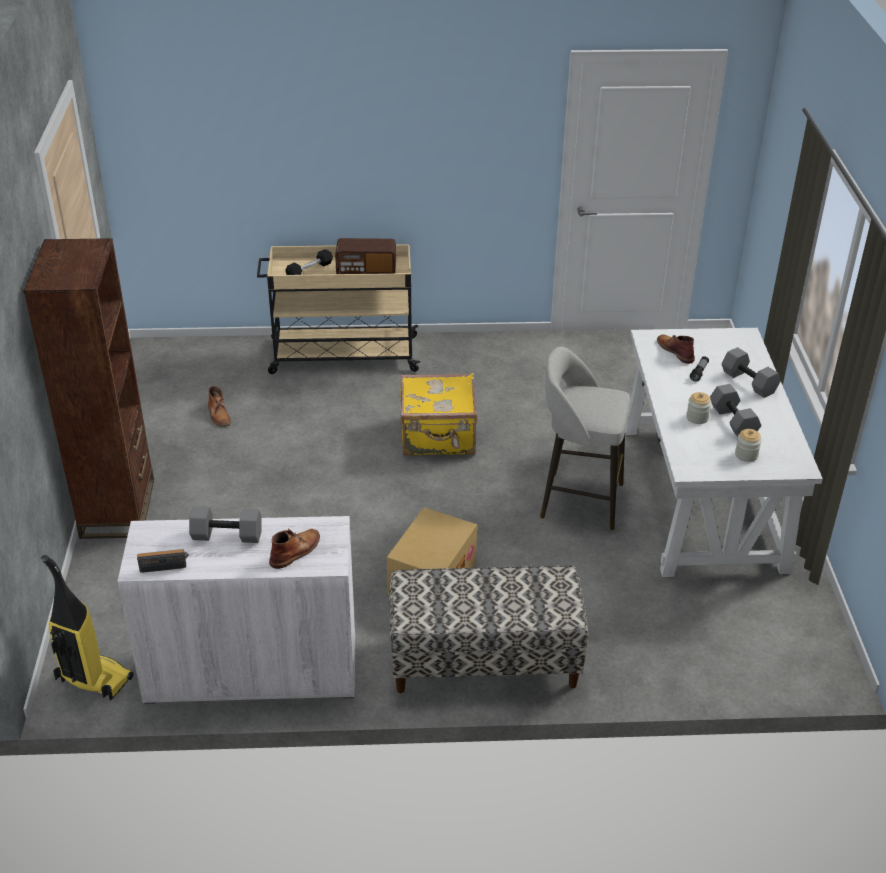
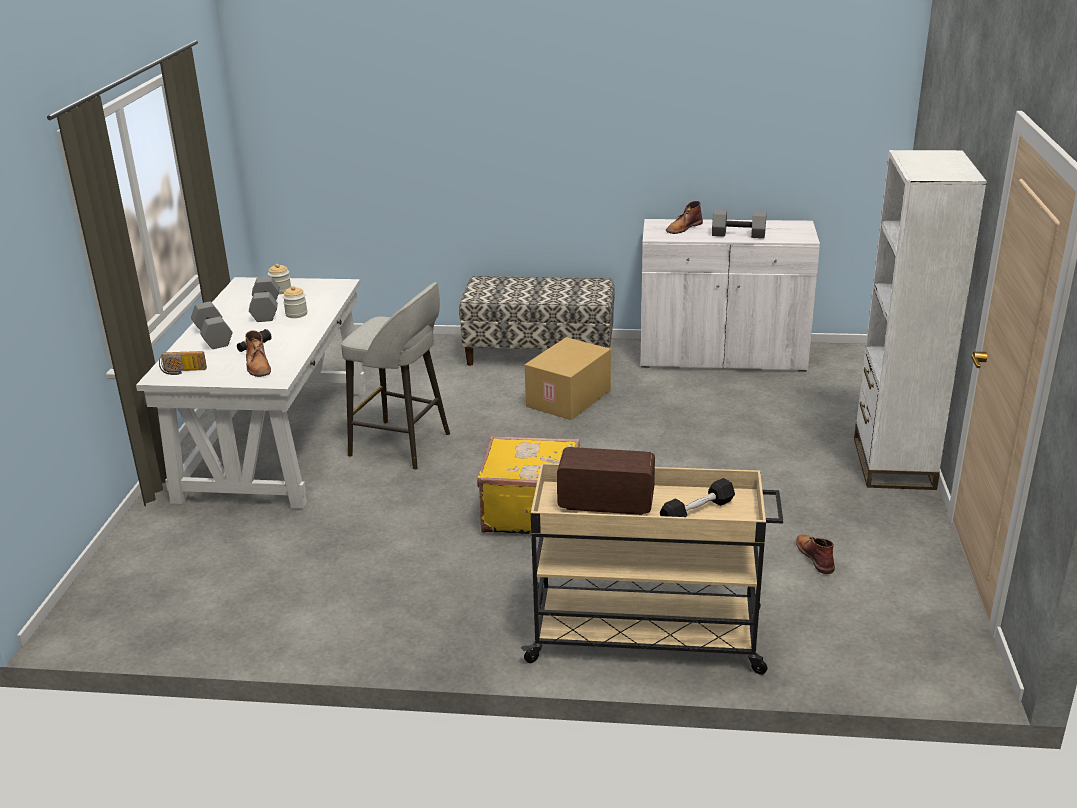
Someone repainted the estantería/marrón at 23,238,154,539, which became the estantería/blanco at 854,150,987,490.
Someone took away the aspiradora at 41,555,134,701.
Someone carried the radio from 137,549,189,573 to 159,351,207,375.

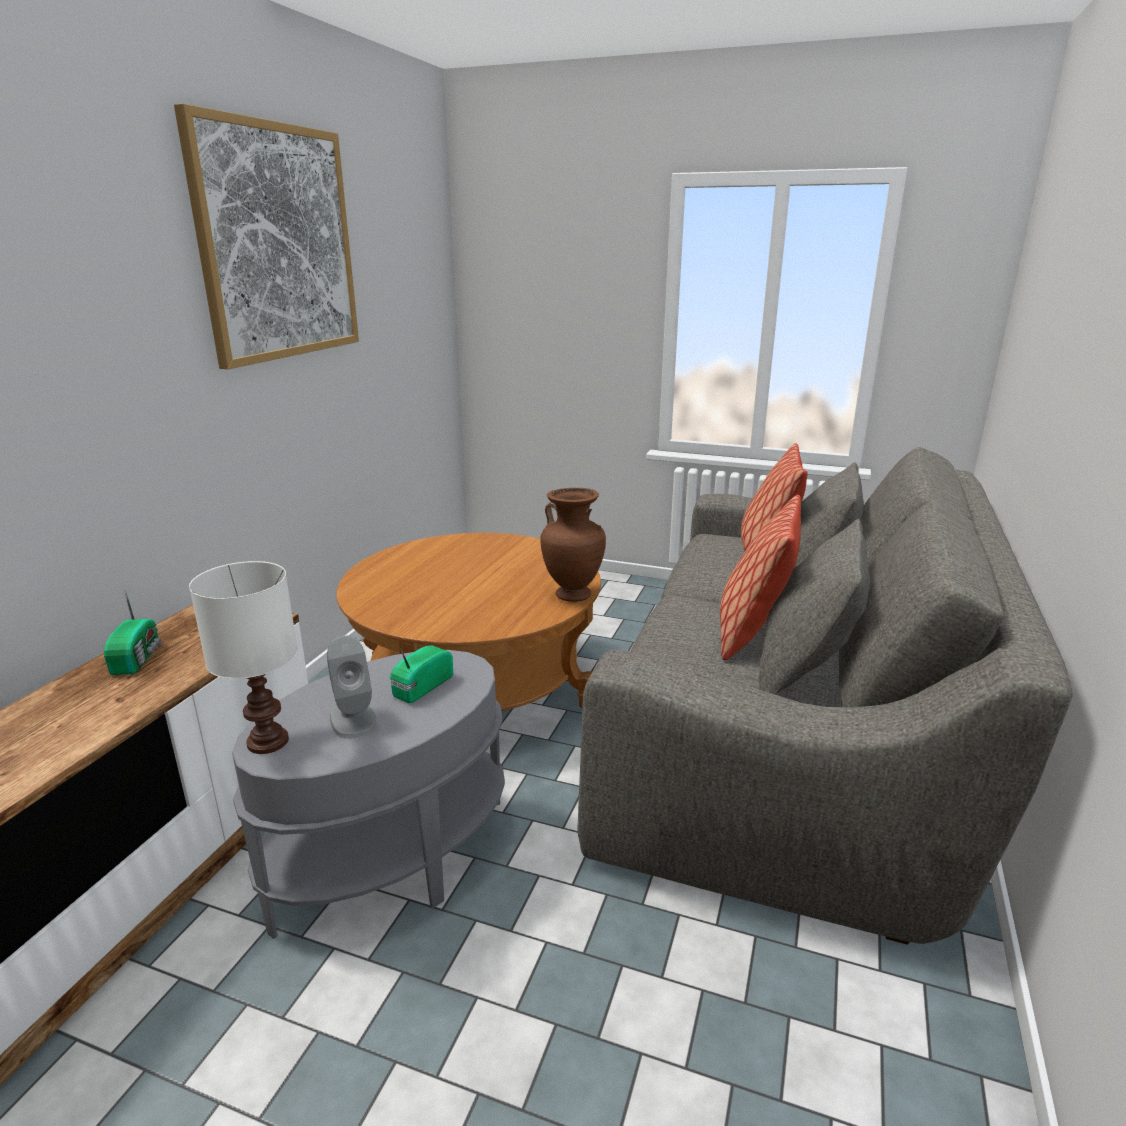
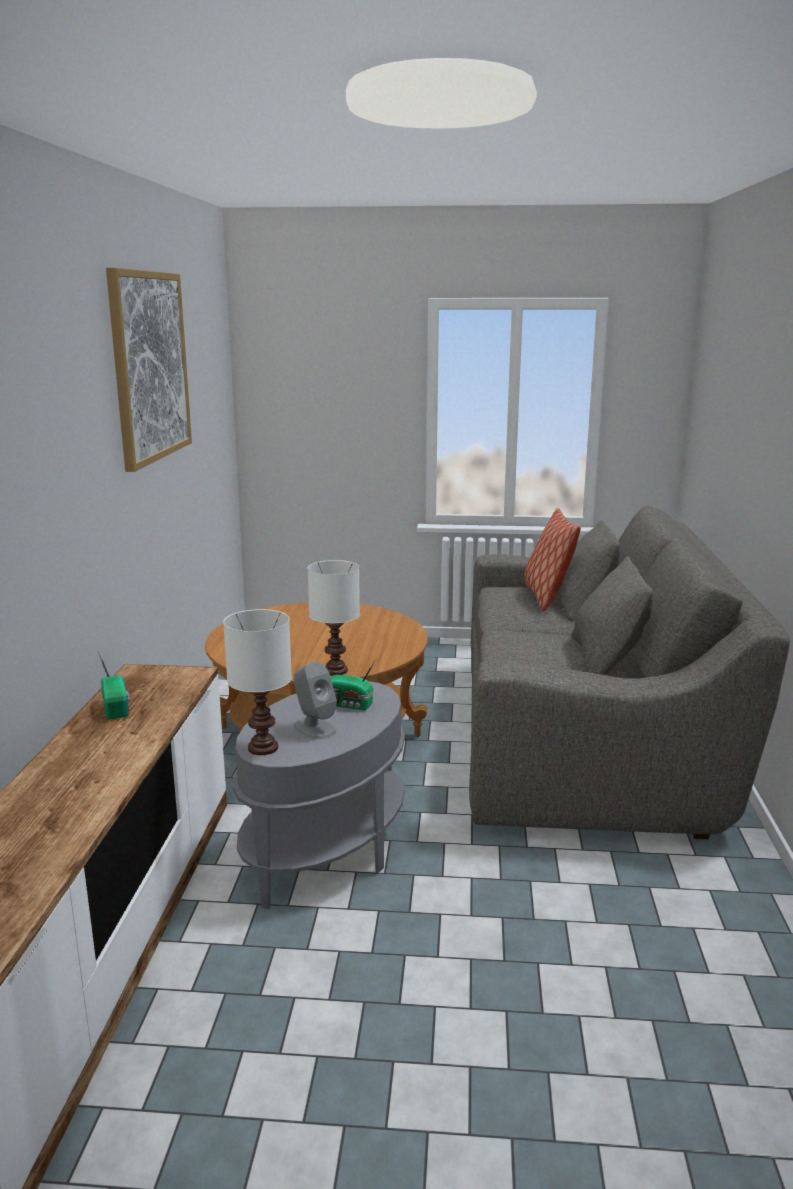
Someone rotated the radio at 389,645,453,703 by 90 degrees counterclockwise.
Someone took away the florero/marrón at 541,488,606,602.
Someone took away the cojín at 720,495,801,660.
Someone put down the lámpara de mesa/blanco at 308,560,360,676.

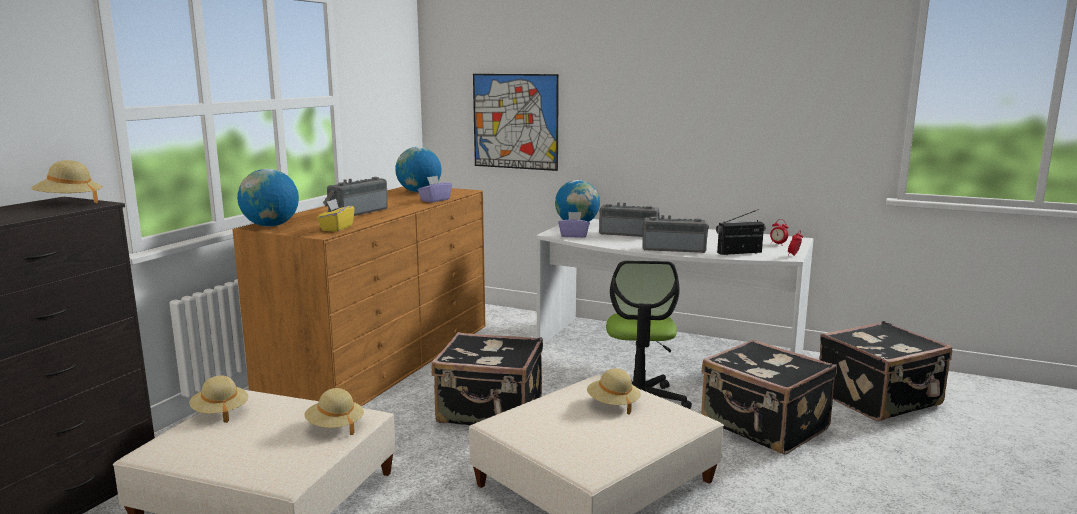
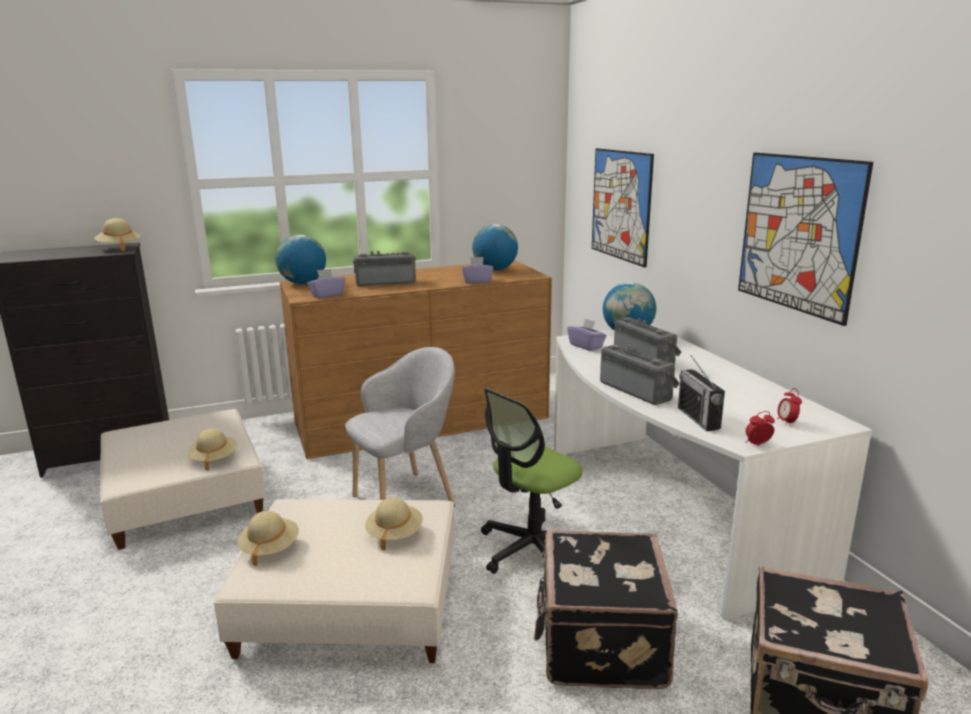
Someone carried the sombrero/beis from 189,375,248,423 to 237,511,299,567.
Someone repainted the caja de pañuelos/amarillo at 317,199,355,232, which became the caja de pañuelos/morado at 307,269,345,298.
Someone swapped the maleta/negro at 431,332,543,425 for the sillón/gris at 345,347,455,507.
Someone rotated the radio at 716,209,766,255 by 135 degrees counterclockwise.
Someone put up the cuadro at 738,152,873,326.

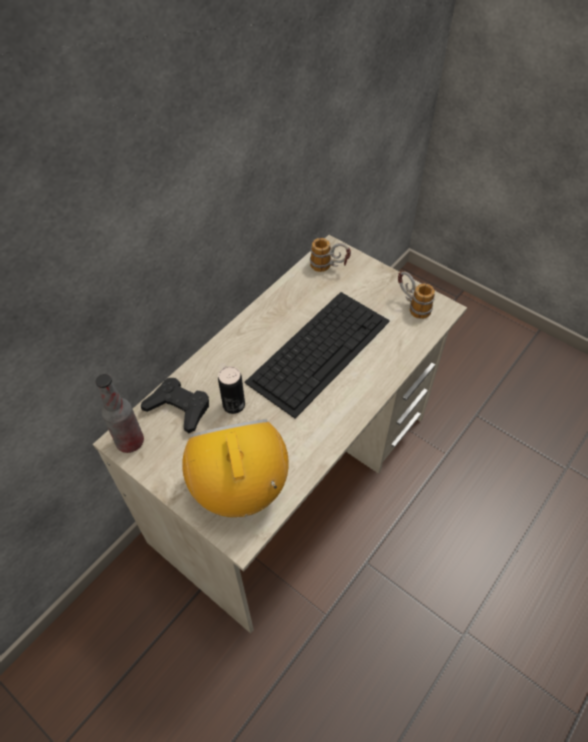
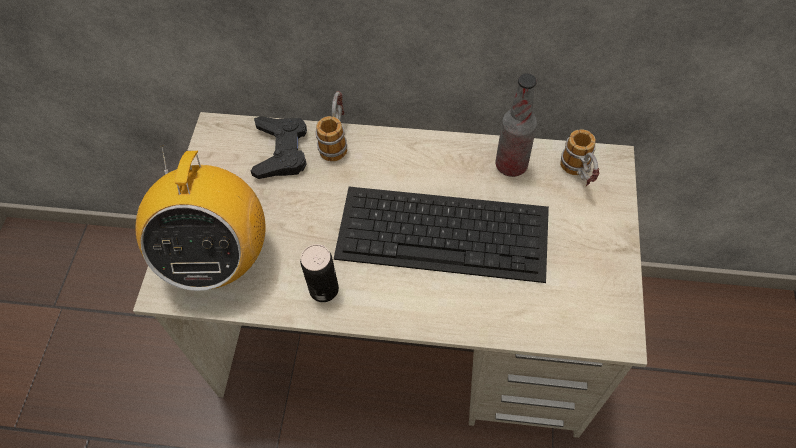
Someone carried the botella from 95,374,144,453 to 496,73,537,177.
Someone rotated the radio at 182,419,289,518 by 135 degrees clockwise.
Someone carried the lata from 218,366,245,414 to 300,244,339,302.
Someone carried the taza grande from 398,272,435,319 to 316,91,347,161.

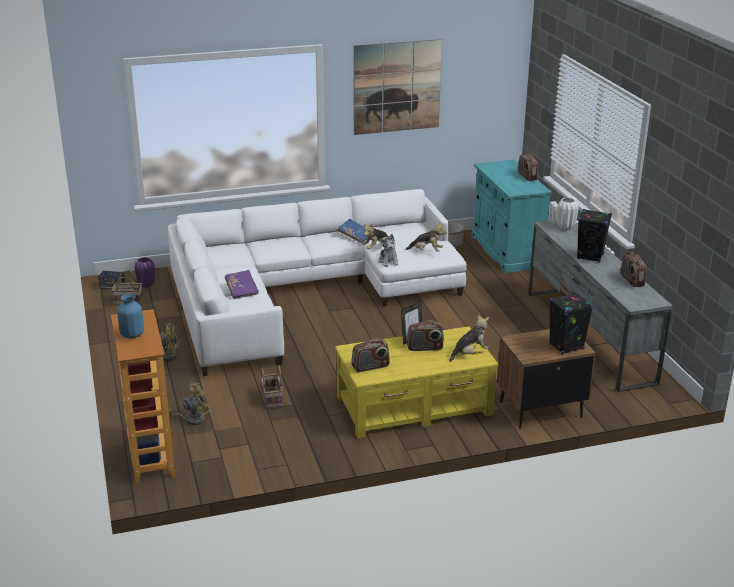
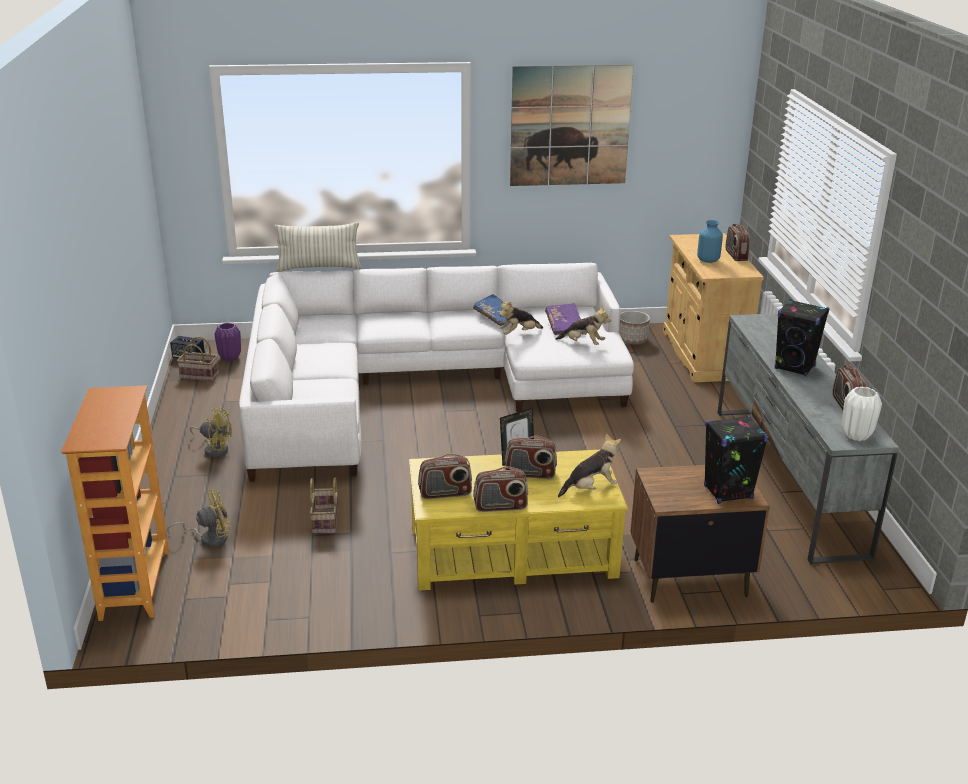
Someone carried the florero/azul from 117,294,144,338 to 697,220,723,263.
Someone carried the libro/morado from 225,270,259,299 to 545,303,581,335.
Someone took away the peluche at 379,234,398,267.
Someone repainted the armario/turquesa at 472,160,552,273, which became the armario/beis at 663,233,764,382.
Someone carried the florero/blanco from 557,198,579,230 to 842,387,882,441.
Someone put down the cojín at 274,222,362,272.
Someone put down the radio at 473,466,528,512.

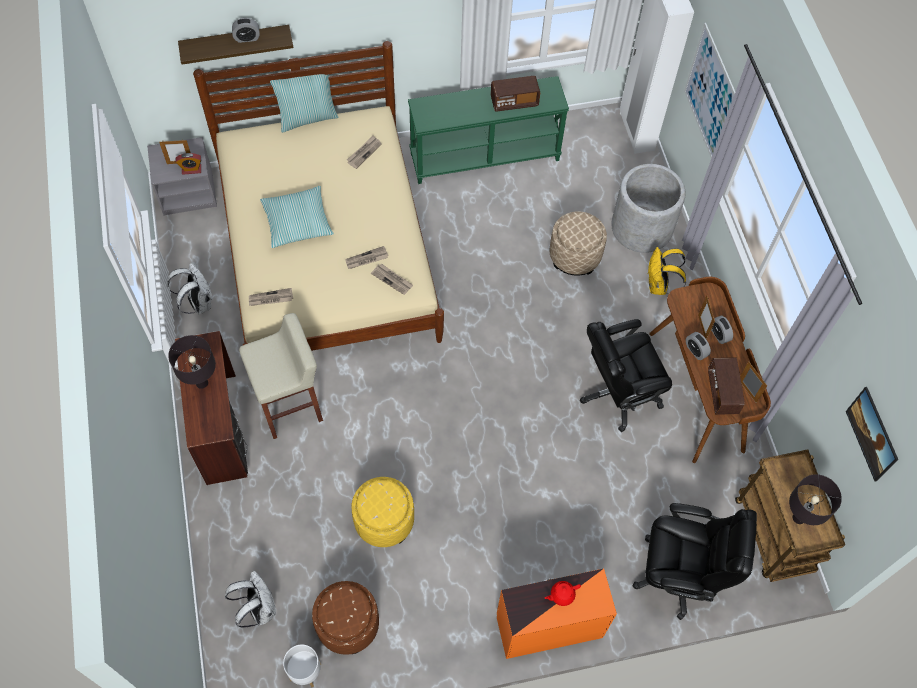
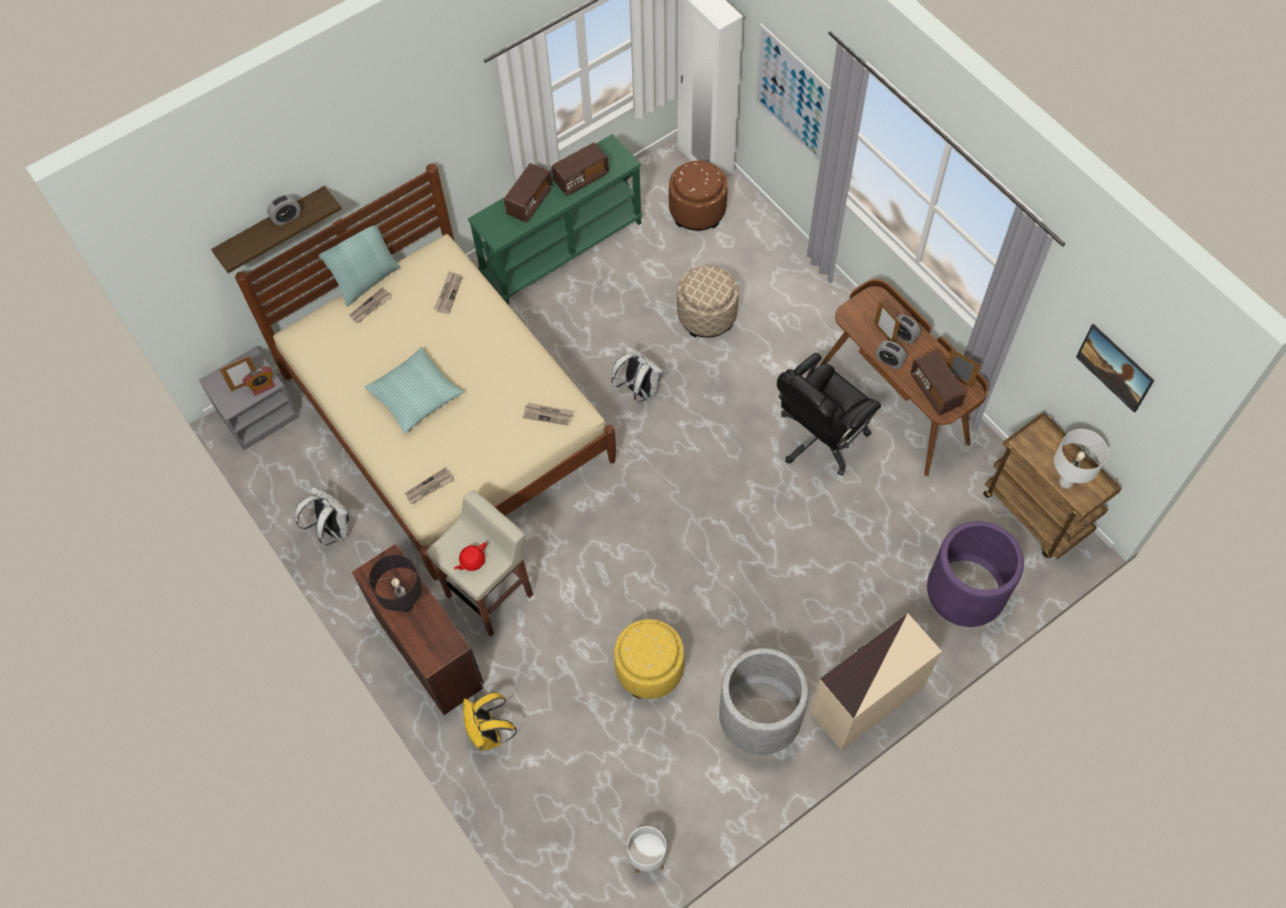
Someone carried the mochila/blanco from 225,570,276,628 to 611,346,664,402.
Someone carried the puf/marrón from 312,581,379,655 to 669,161,727,231.
Someone carried the periódico from 345,246,389,269 to 349,287,392,323.
Someone repainted the cómoda/naranja at 497,568,617,659, which became the cómoda/beis at 811,613,942,751.
Someone carried the tetera/rojo from 544,581,581,606 to 454,542,487,571.
Someone carried the maceta/gris from 611,164,686,253 to 719,648,809,755.
Someone swapped the silla de oficina/negro at 632,503,757,620 for the maceta/morado at 927,521,1024,627.
Someone carried the mochila/amarillo from 647,247,686,295 to 463,692,517,750.
Someone repainted the lámpara de mesa/negro at 789,474,842,525, which became the lámpara de mesa/blanco at 1054,429,1108,488.
Someone put down the radio at 504,163,552,223.

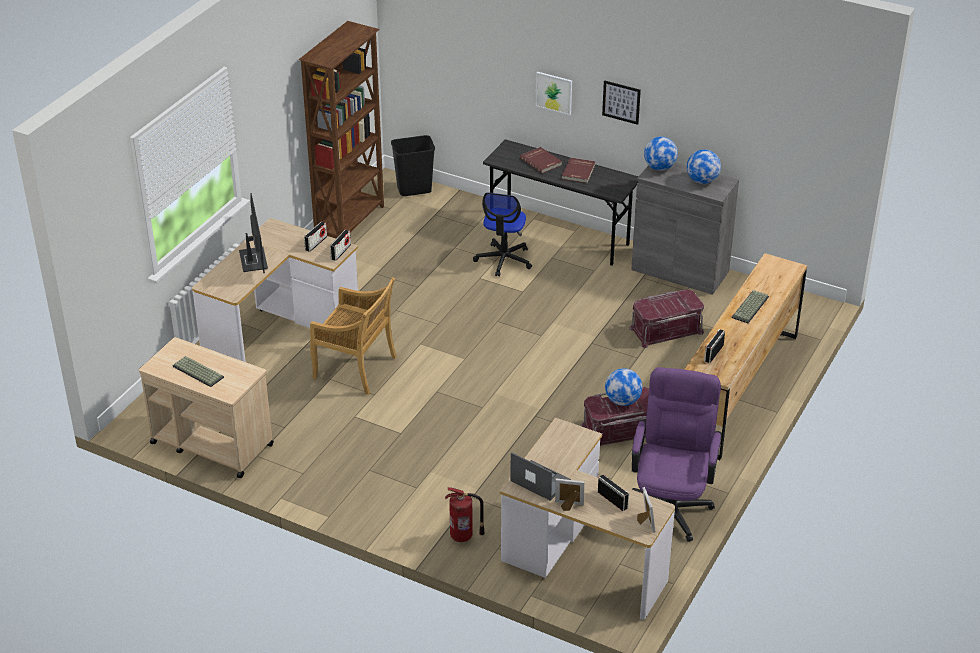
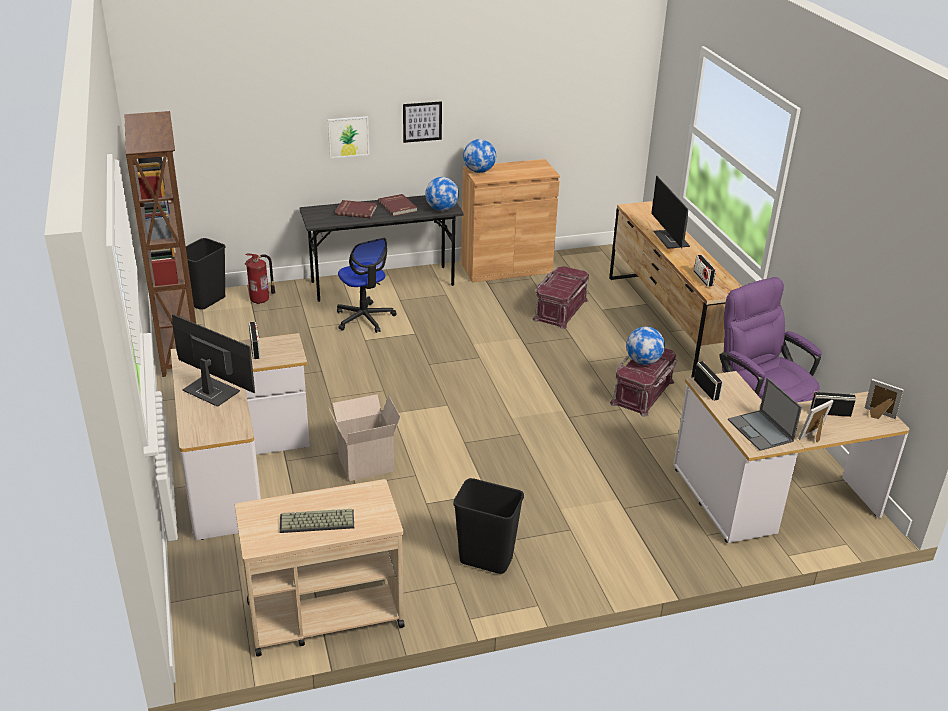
Someone swapped the silla/beis at 310,277,397,395 for the caja de cartón at 328,394,400,481.
Someone carried the radio from 330,230,351,261 to 694,361,723,401.
Someone carried the extintor from 445,487,485,542 to 244,254,275,304.
Someone rotated the portátil at 510,452,571,501 by 105 degrees counterclockwise.
Someone repainted the armario/gris at 631,162,739,295, which became the armario/marrón at 461,159,560,282.
Someone carried the globo terráqueo from 687,149,721,184 to 425,177,459,211.
Someone swapped the teclado at 732,290,769,323 for the monitor at 651,176,690,249.
Someone put down the papelera/negro at 453,478,524,574.

